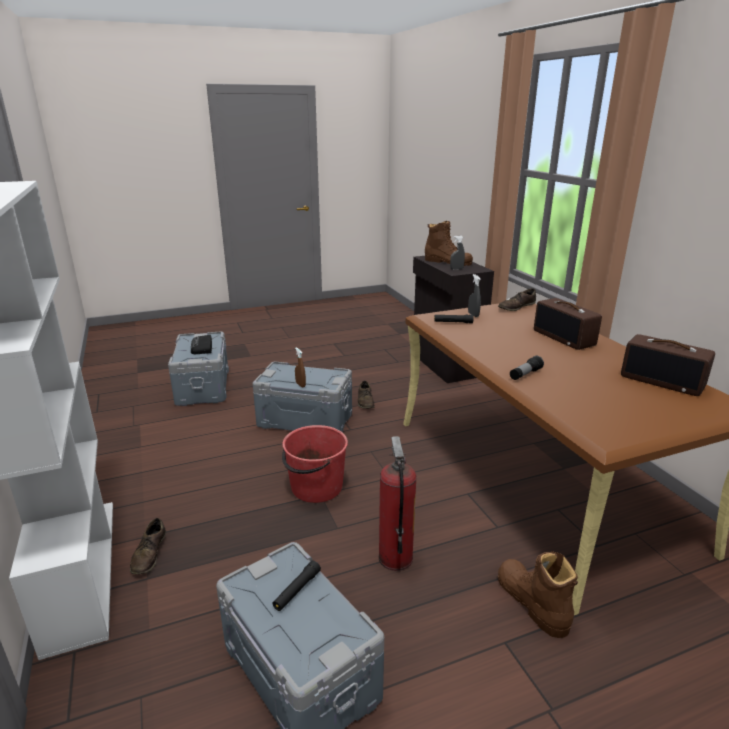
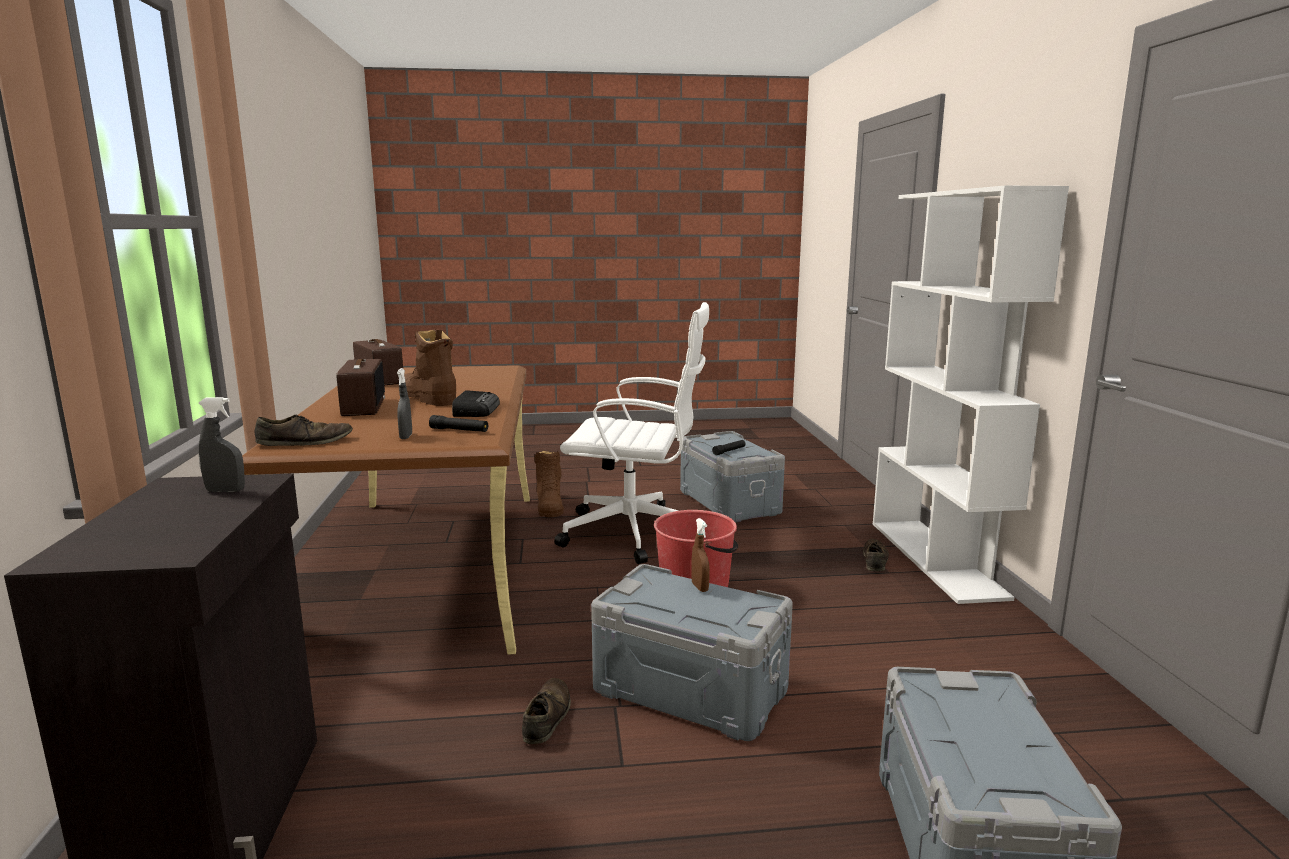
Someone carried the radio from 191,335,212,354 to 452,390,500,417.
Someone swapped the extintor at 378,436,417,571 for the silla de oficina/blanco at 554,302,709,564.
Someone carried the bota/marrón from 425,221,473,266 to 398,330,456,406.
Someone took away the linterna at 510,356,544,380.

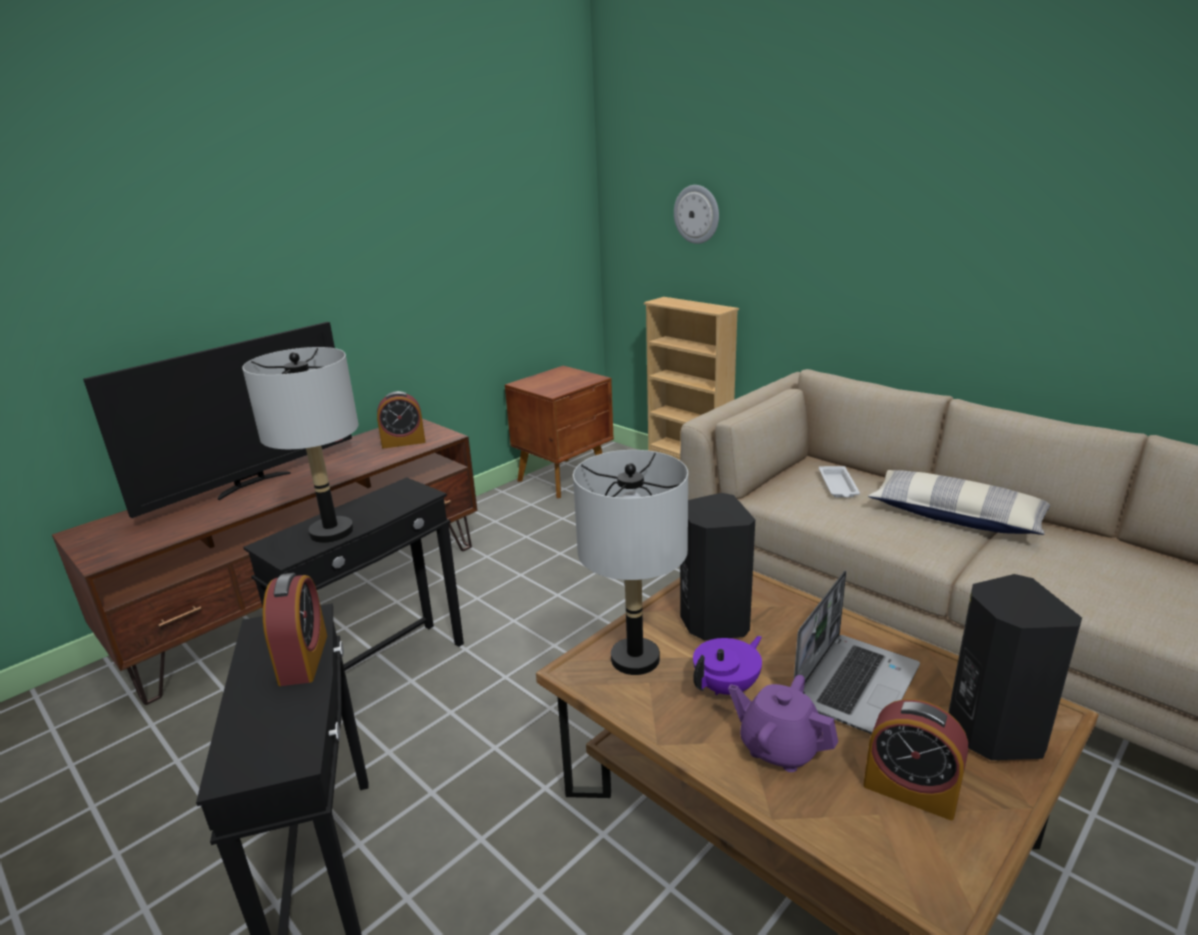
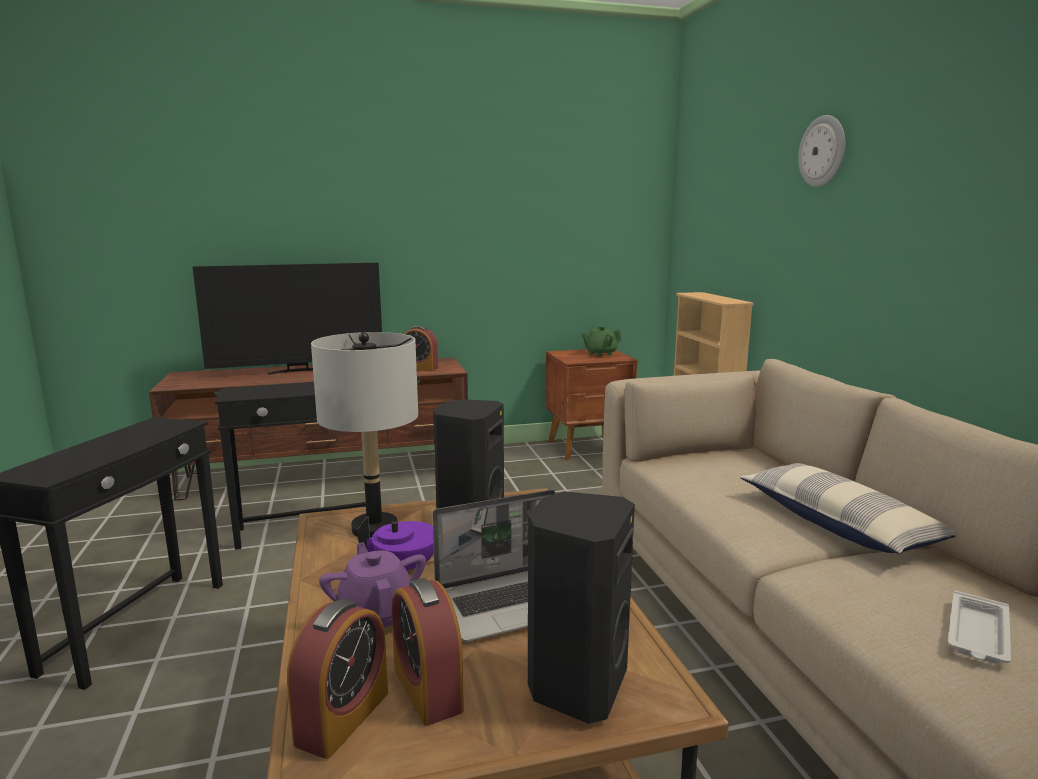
Someone took away the lámpara de mesa/gris at 242,347,359,543.
Someone carried the despertador from 263,573,327,686 to 287,599,388,759.
Someone carried the reloj de pared from 674,185,719,244 to 798,115,845,187.
Someone carried the bandeja/blanco from 819,466,860,498 to 948,591,1011,664.
Someone put down the tetera/verde at 582,326,621,356.

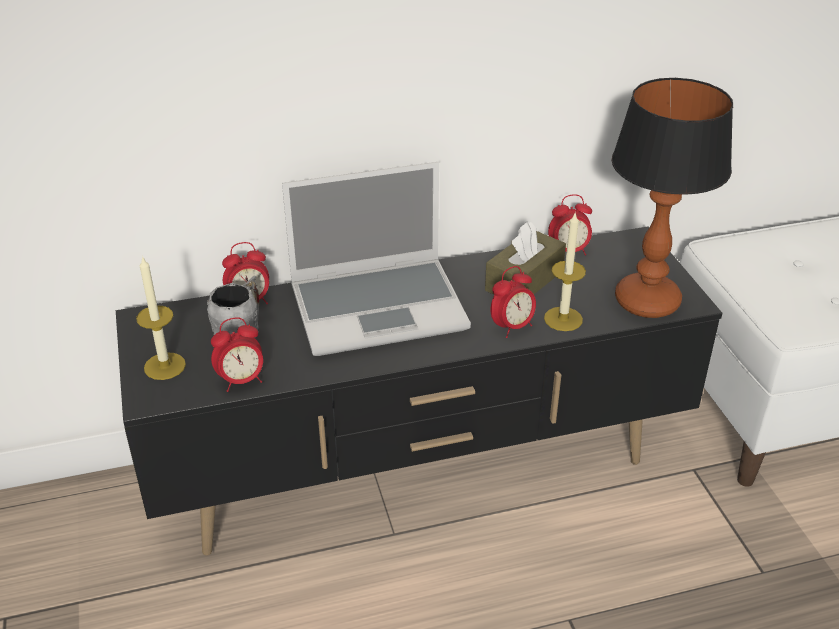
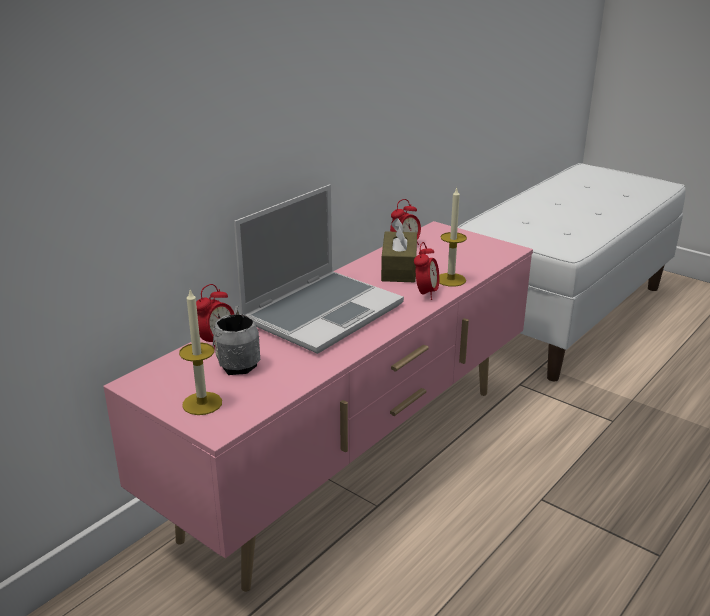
Someone repainted the mueble de televisión/negro at 116,226,722,555, which became the mueble de televisión/rosa at 103,221,533,592.
Someone took away the despertador at 211,317,263,392.
Someone took away the lámpara de mesa at 612,78,733,318.

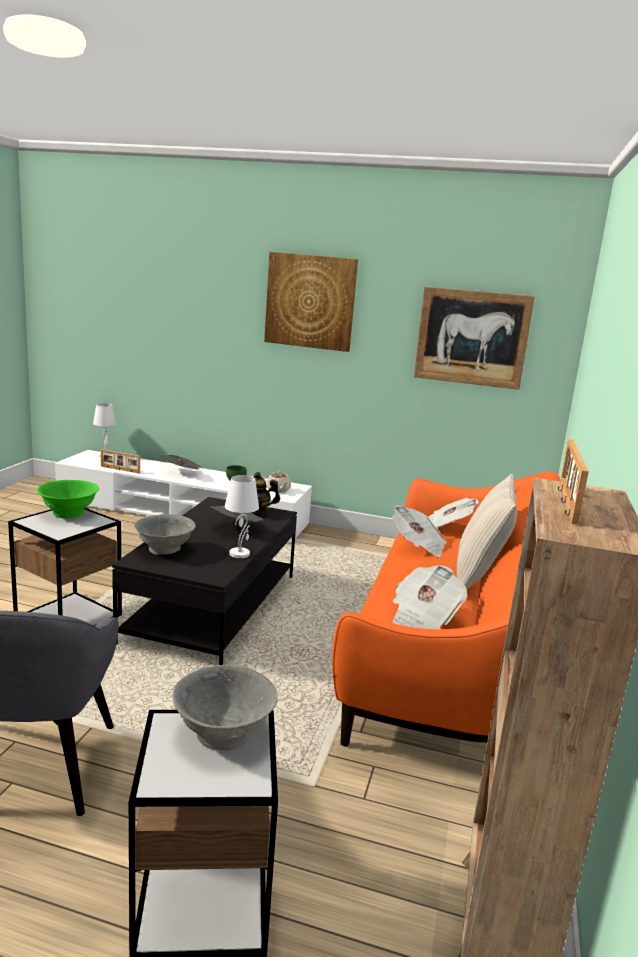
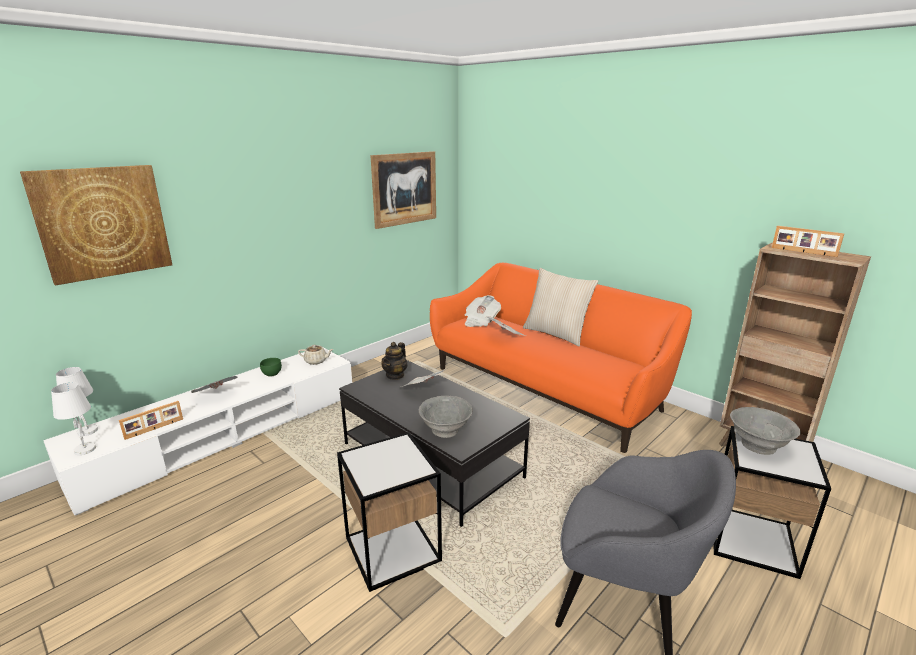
Someone took away the cuenco/verde at 37,480,99,519.
Someone carried the lámpara de mesa/blanco from 225,475,259,558 to 51,382,96,455.
Someone carried the cuadro from 264,252,358,352 to 20,165,172,286.
Someone took away the periódico at 393,565,467,629.

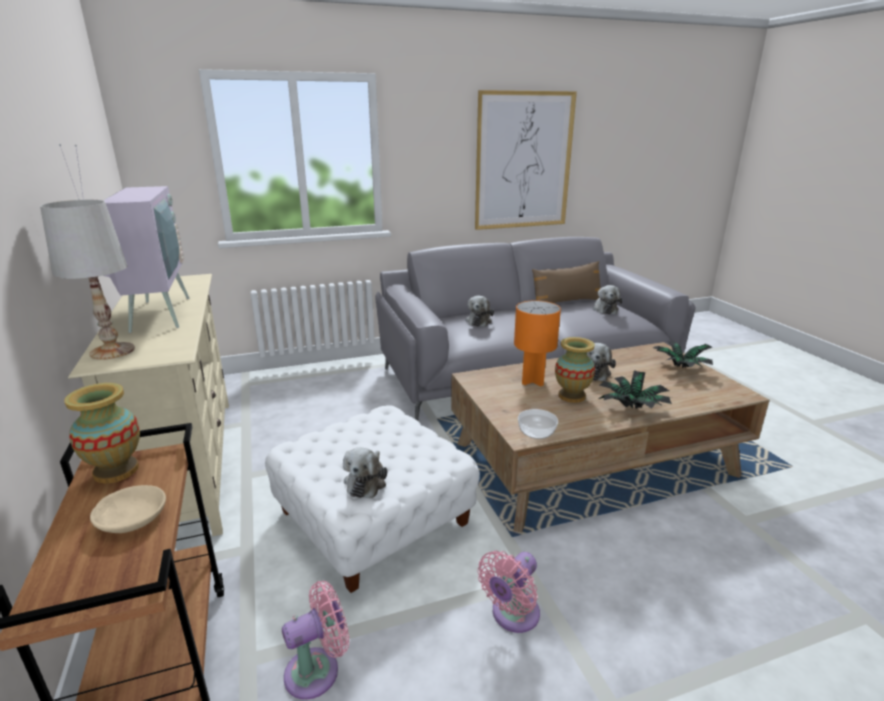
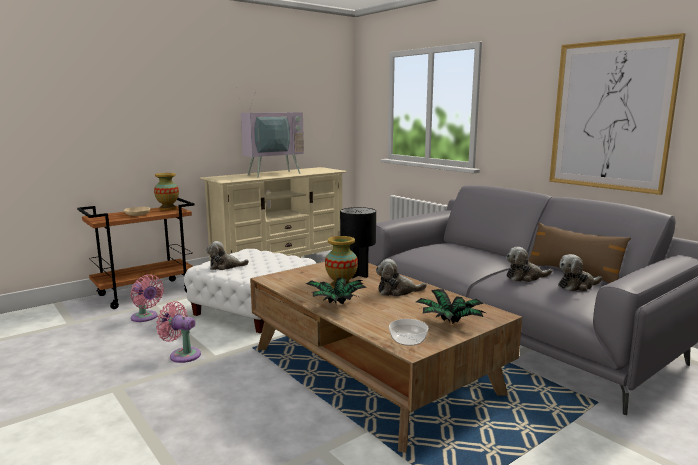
Someone took away the lámpara de mesa/blanco at 40,200,135,360.
Someone carried the peluche from 465,295,494,327 to 506,247,552,282.
Someone repainted the lámpara de mesa/naranja at 514,300,561,386, which became the lámpara de mesa/negro at 340,207,376,278.
Someone carried the cuenco from 518,409,558,439 to 389,319,429,346.

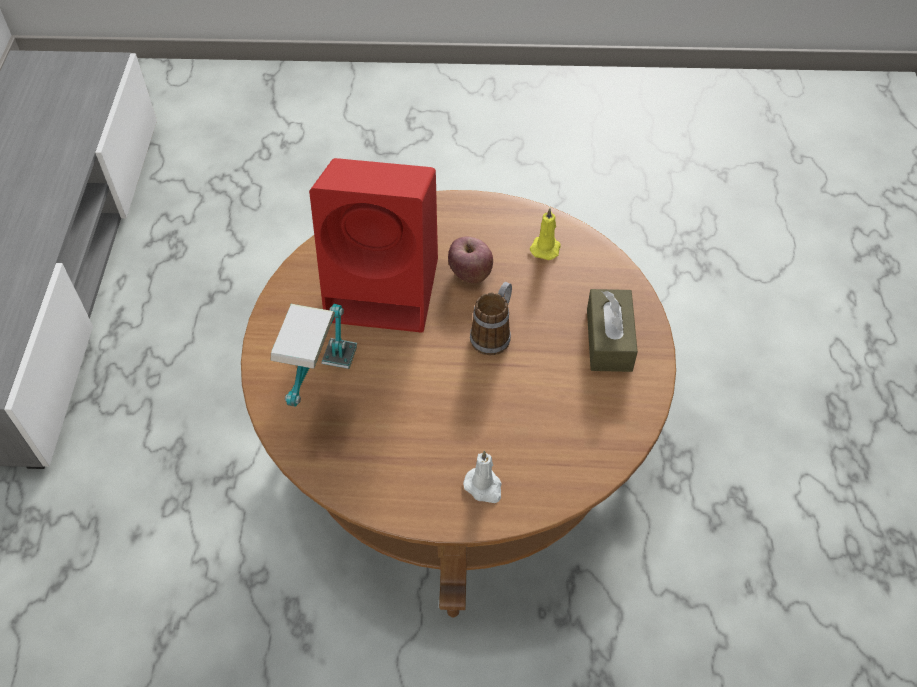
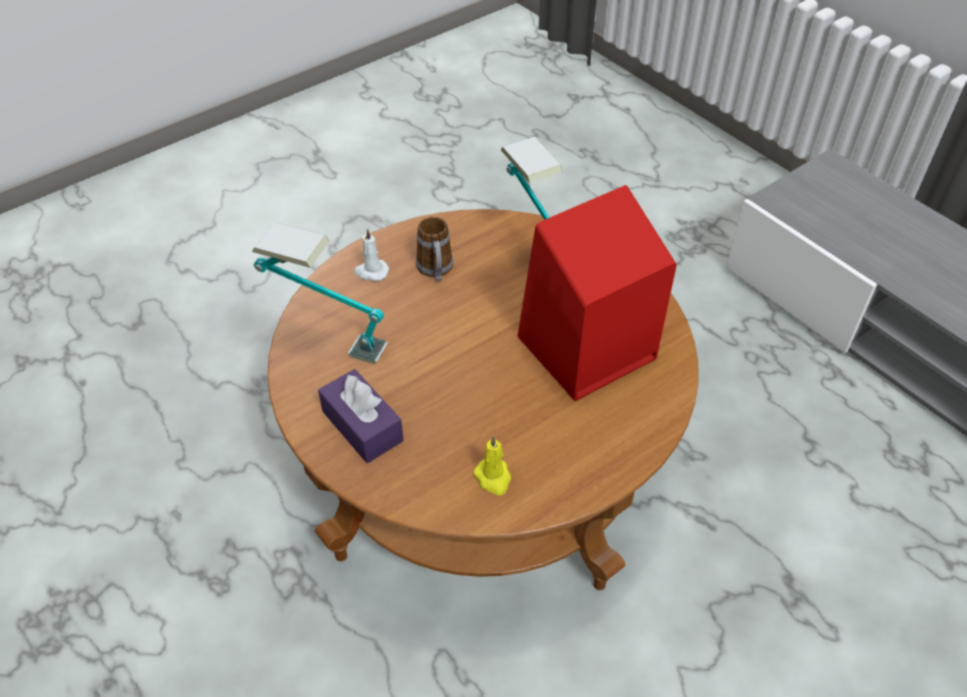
Someone took away the manzana at 448,237,493,283.
Someone carried the taza grande from 470,282,512,355 to 416,217,453,281.
Someone repainted the caja de pañuelos/marrón at 587,289,638,372, which became the caja de pañuelos/morado at 318,369,403,463.
Someone put down the lámpara de mesa at 252,222,388,364.

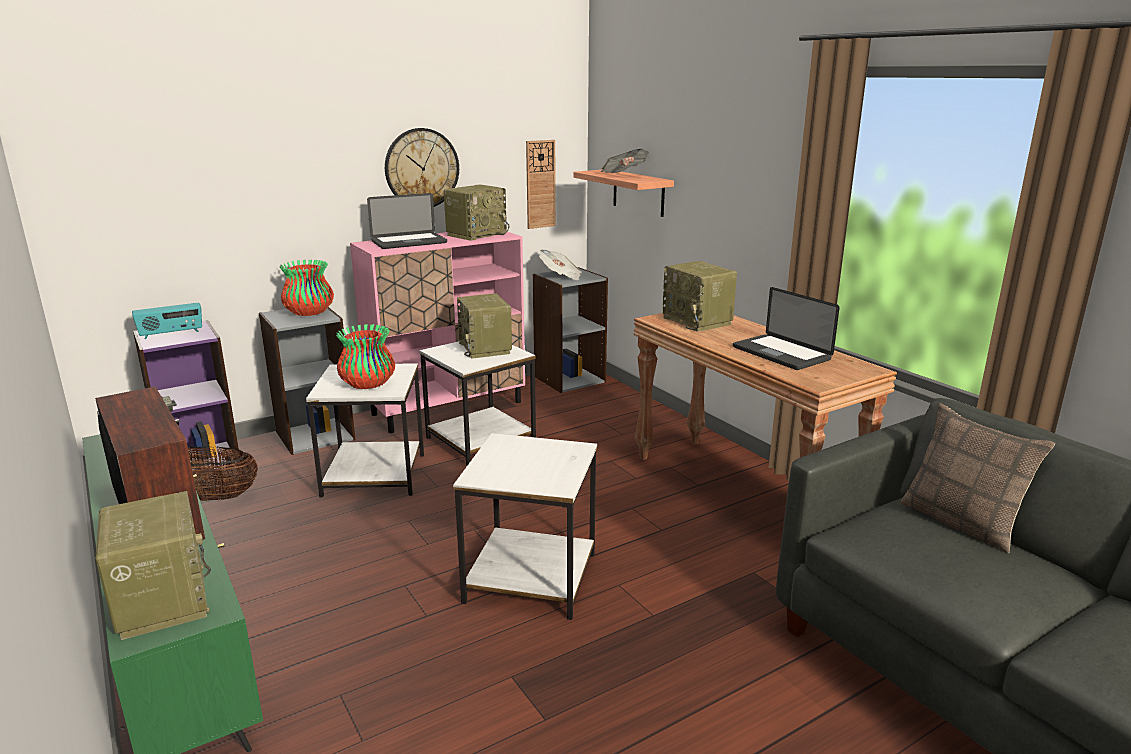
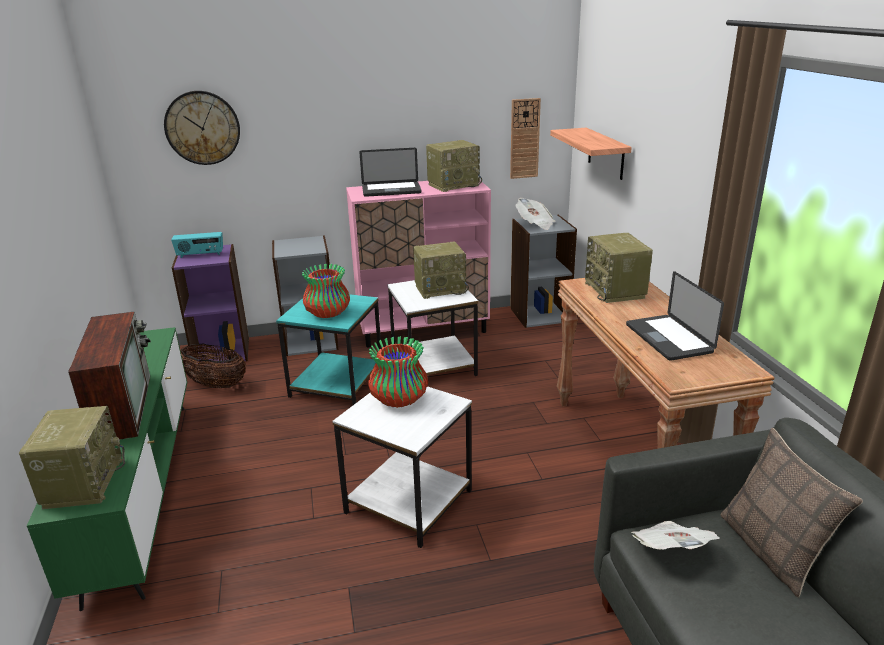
Someone carried the florero from 279,260,334,316 to 368,336,428,408.
Someone repainted the mesa auxiliar/blanco at 306,363,424,497, which became the mesa auxiliar/turquesa at 276,294,381,405.
Someone carried the reloj de pared from 385,128,459,207 to 164,91,240,165.
Someone rotated the radio at 457,294,512,358 by 105 degrees counterclockwise.
Someone carried the periódico from 600,149,649,173 to 631,521,719,550.

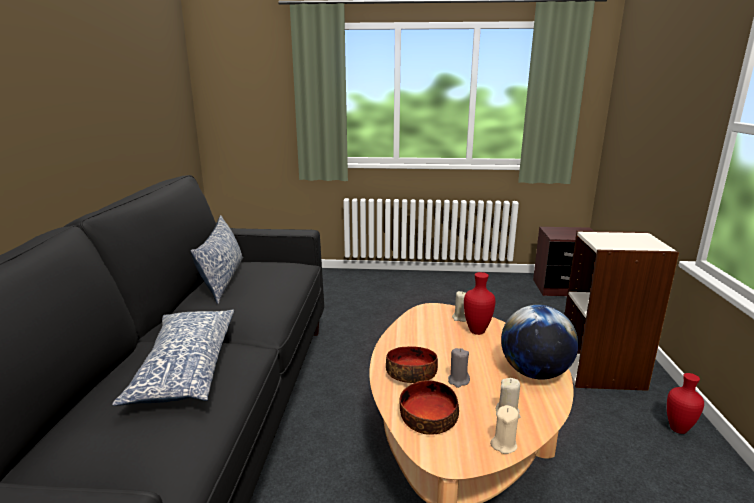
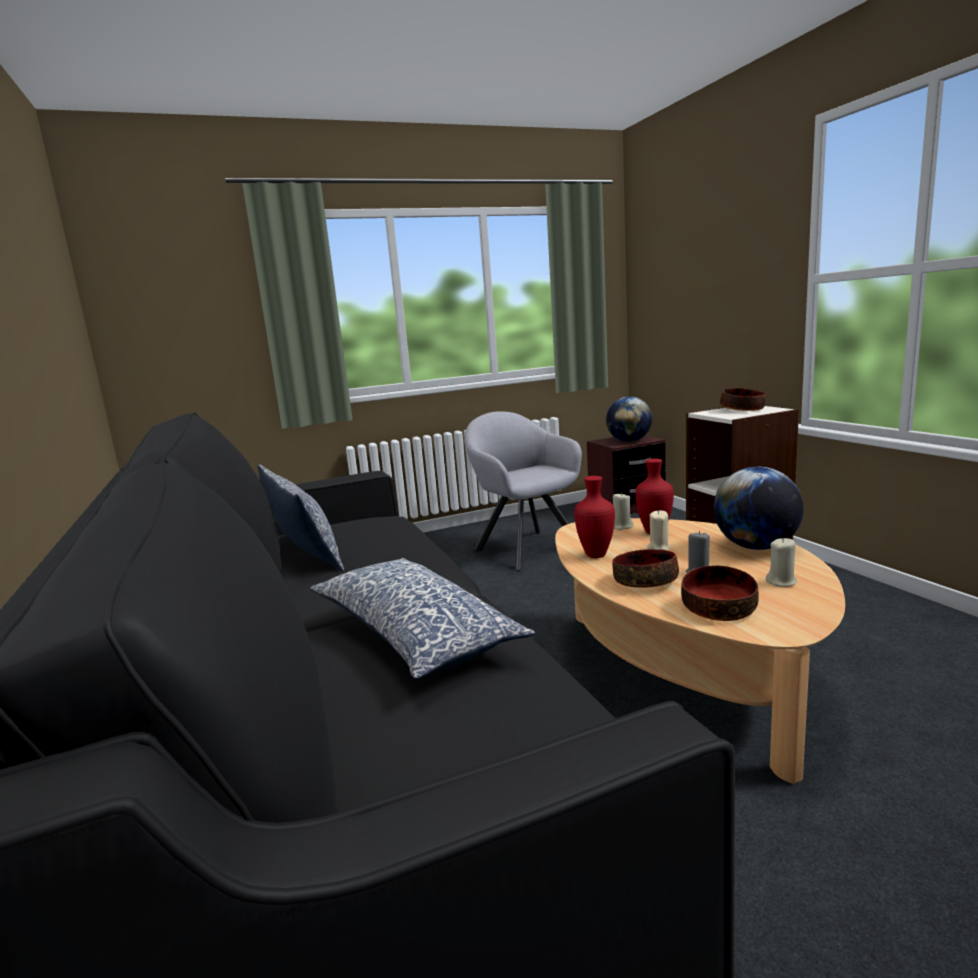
Someone carried the vela/beis from 490,405,519,454 to 647,510,671,550.
Someone carried the florero/rojo from 667,373,704,434 to 574,476,615,558.
Someone put down the sillón/gris at 464,411,582,571.
Someone put down the globo terráqueo at 606,396,652,442.
Someone put down the cuenco at 720,388,766,411.

